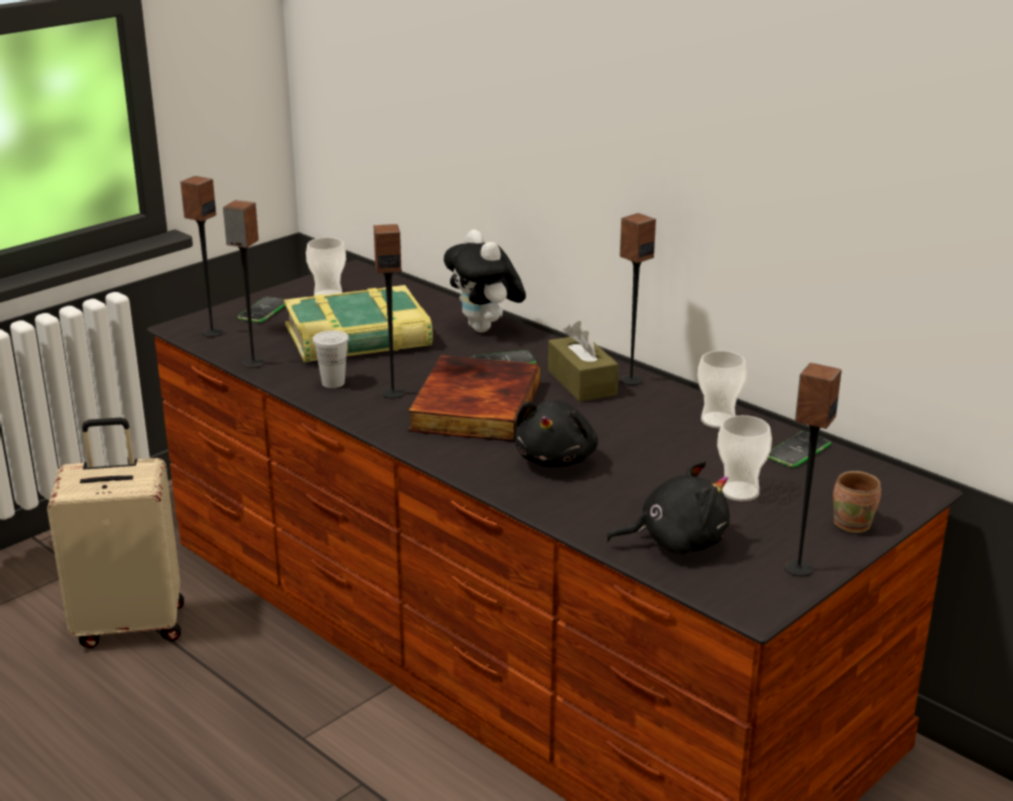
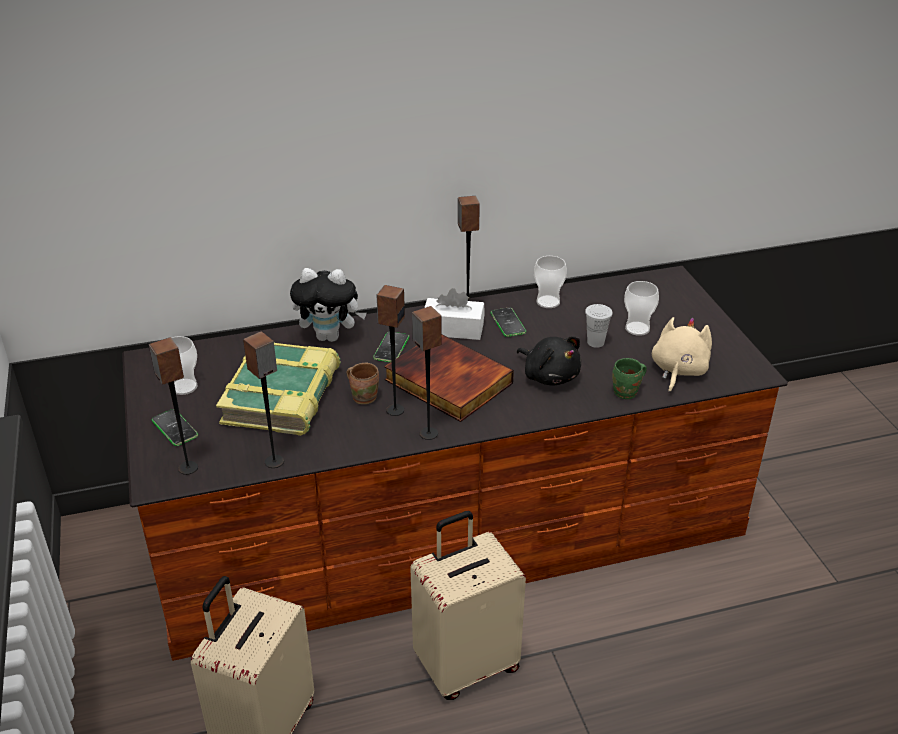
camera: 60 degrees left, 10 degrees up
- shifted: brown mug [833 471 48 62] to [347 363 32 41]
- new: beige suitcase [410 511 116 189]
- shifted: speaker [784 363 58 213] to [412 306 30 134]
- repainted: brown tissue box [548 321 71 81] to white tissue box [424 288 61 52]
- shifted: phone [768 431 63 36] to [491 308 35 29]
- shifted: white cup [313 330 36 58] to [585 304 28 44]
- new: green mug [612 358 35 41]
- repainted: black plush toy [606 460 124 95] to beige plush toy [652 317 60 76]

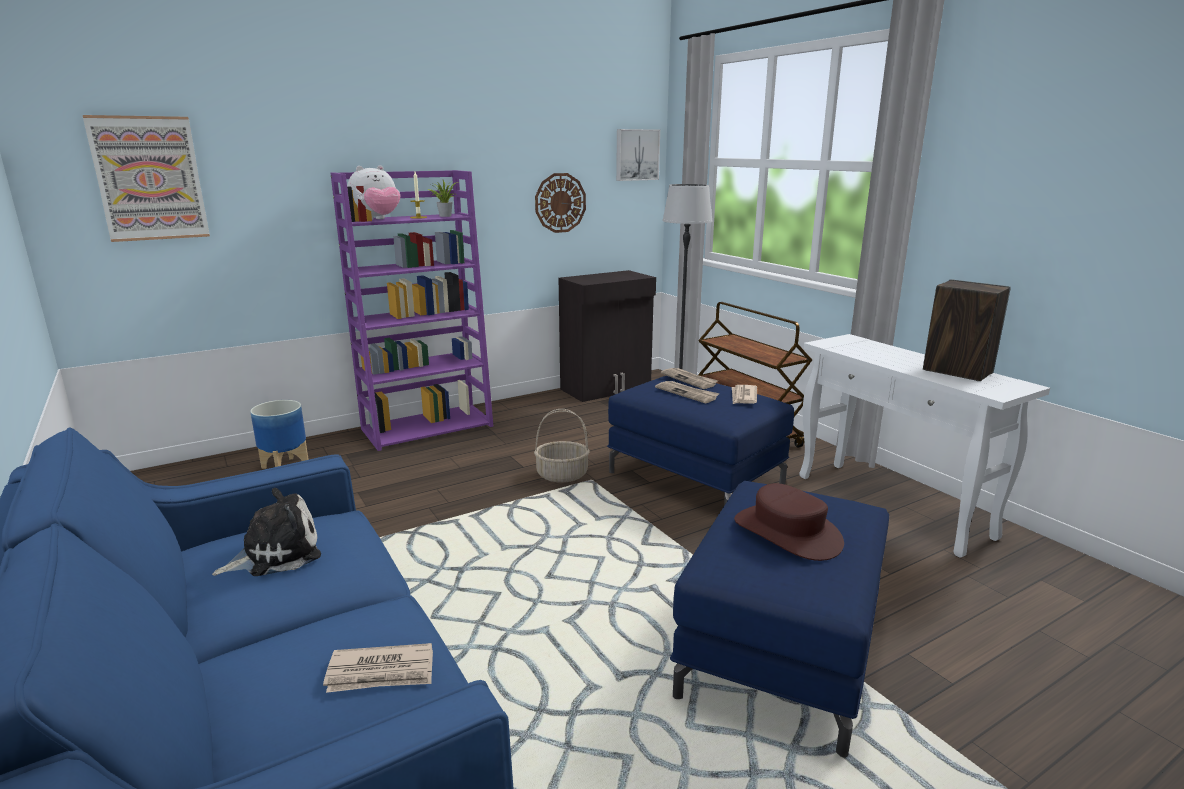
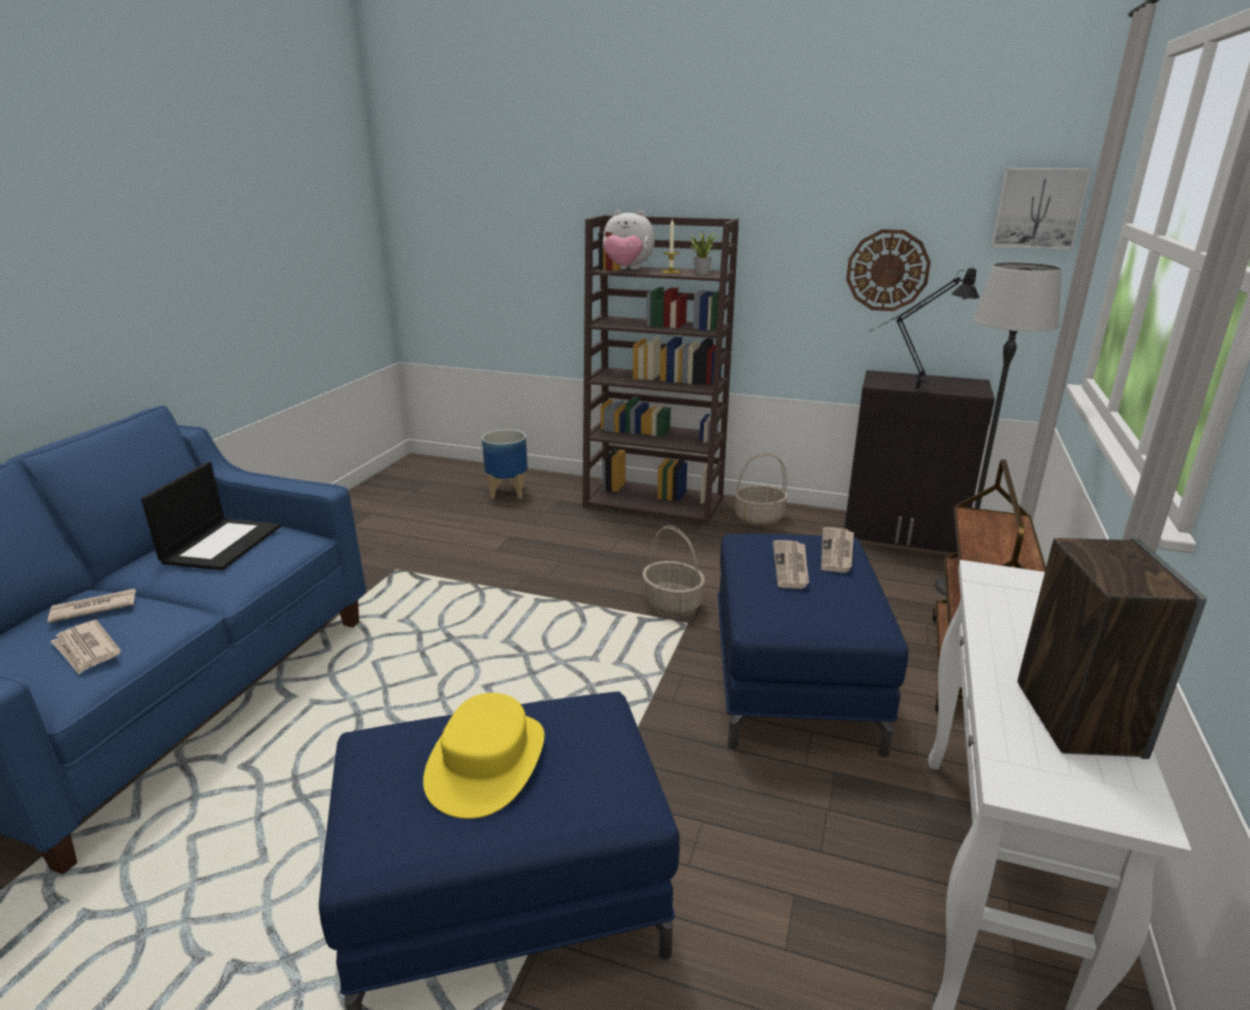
camera: 50 degrees right, 5 degrees up
- shifted: newspaper [732 385 25 19] to [48 589 88 34]
- swapped: plush toy [212 488 109 88] to laptop [141 462 140 108]
- repainted: brown hat [734 483 110 78] to yellow hat [423 693 121 126]
- repainted: purple bookcase [330 170 163 281] to brown bookcase [582 215 157 310]
- new: basket [734 453 54 72]
- new: black table lamp [869 267 111 122]
- gone: picture [83 115 127 127]

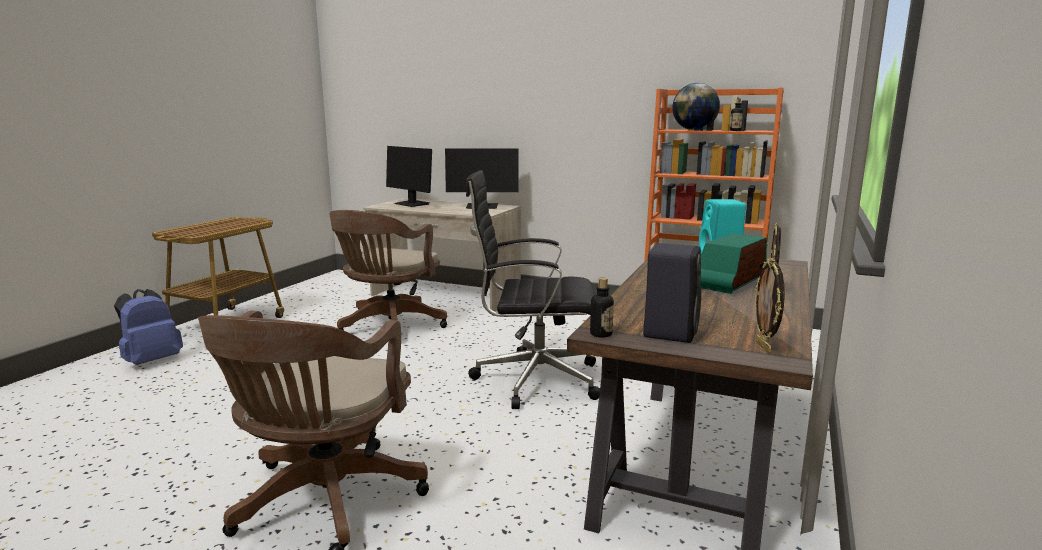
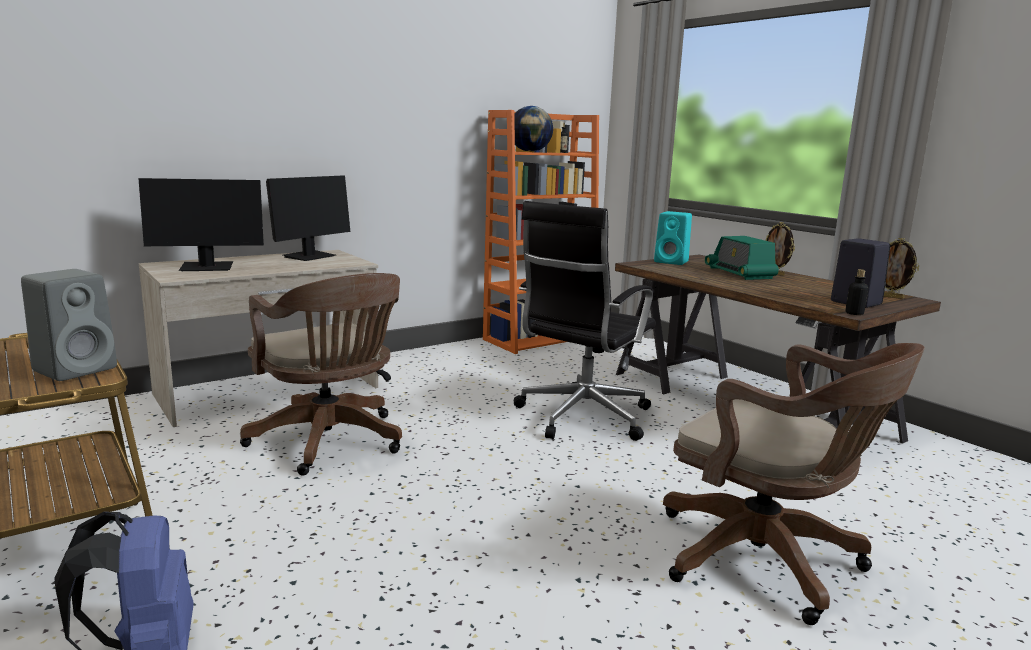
camera: 60 degrees left, 0 degrees up
- new: grey speaker [21 269 96 112]

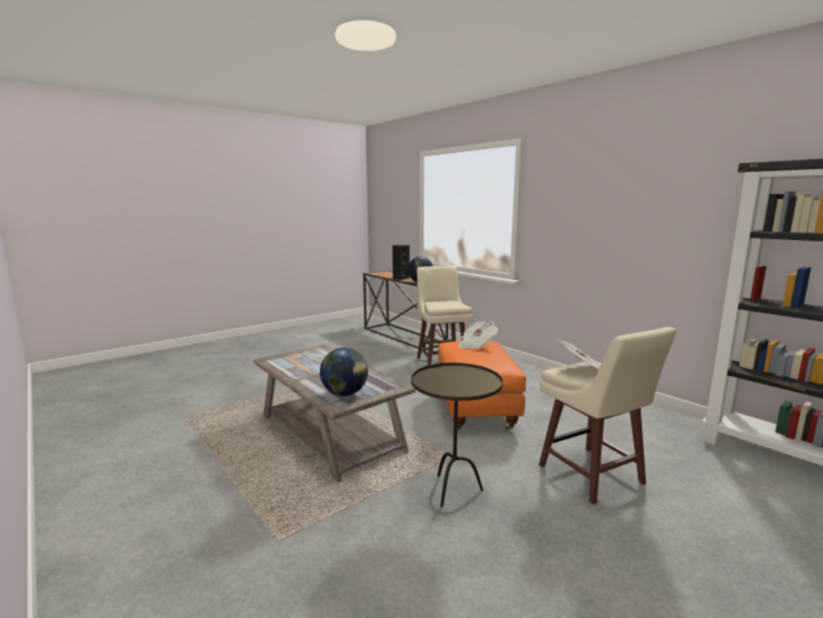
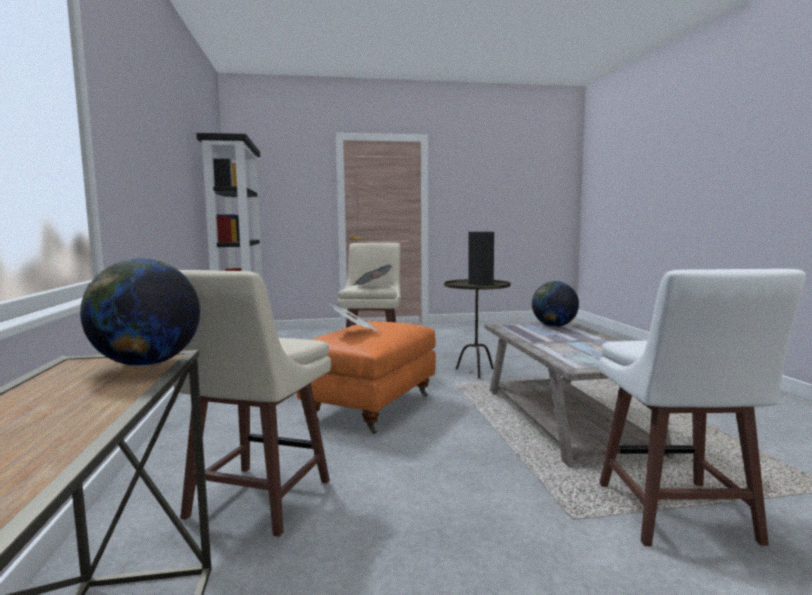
camera: 150 degrees left, 5 degrees down
- shifted: black speaker [392 245 18 35] to [468 232 26 54]
- new: white stool [599 269 207 277]

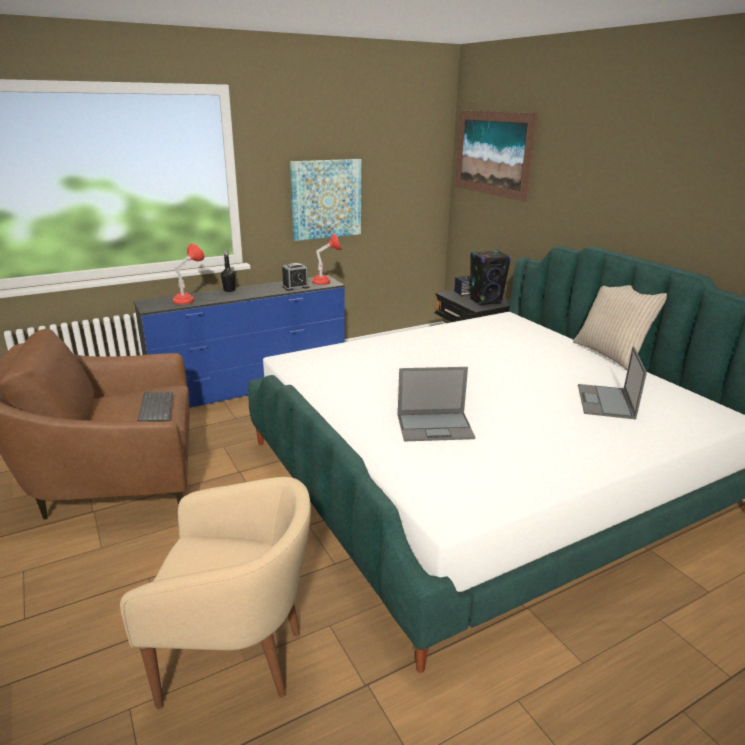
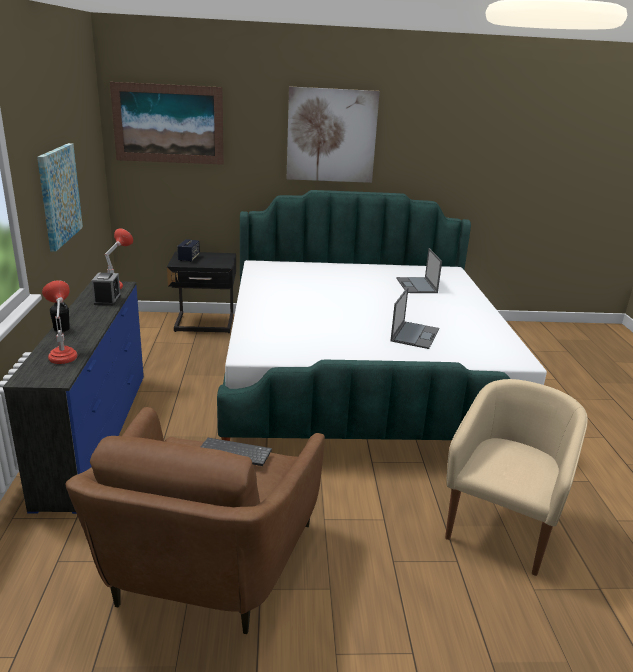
camera: 65 degrees left, 0 degrees up
- new: picture [287 86 93 97]
- rotated: laptop [578 347 69 72] = [396 248 46 45] 45 degrees clockwise
- gone: black speaker [470 250 41 56]
- gone: beige pillow [573 285 94 85]

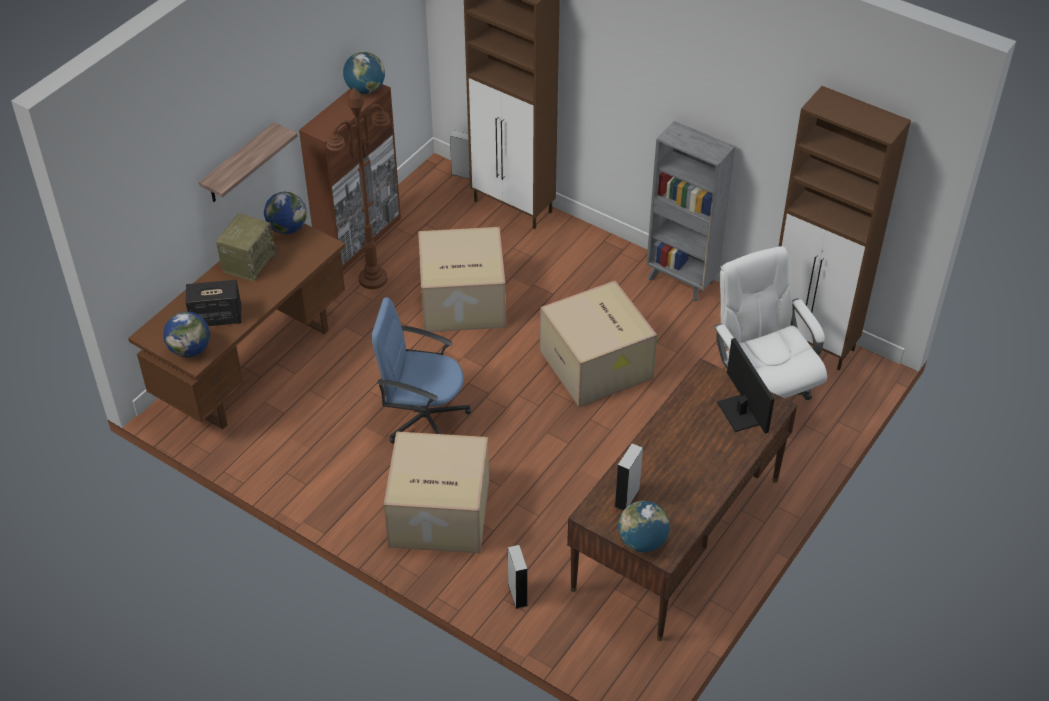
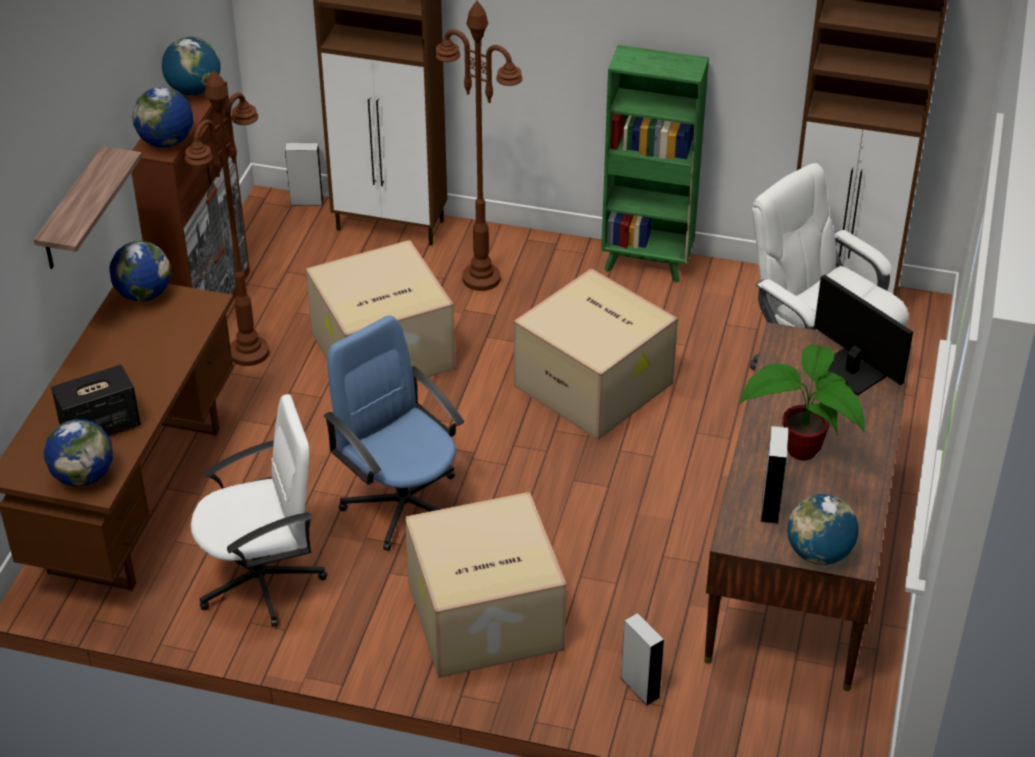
camera: 20 degrees left, 5 degrees down
- new: globe [132 87 61 61]
- new: white office chair [190 394 137 233]
- rotated: blue office chair [371 298 100 145] = [324 315 140 236] 60 degrees clockwise
- new: brown floor lamp [435 1 87 290]
- repainted: grey bookcase [646 121 89 181] to green bookcase [601 45 108 238]
- new: potted plant [740 344 125 117]
- gone: radio [216 213 61 69]

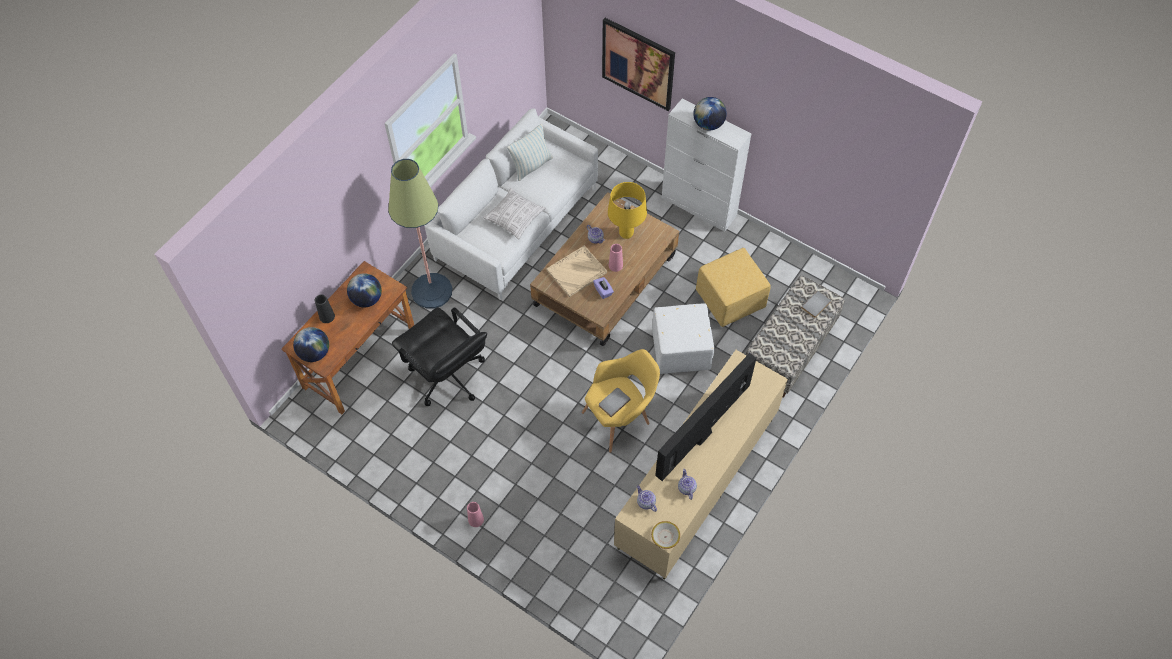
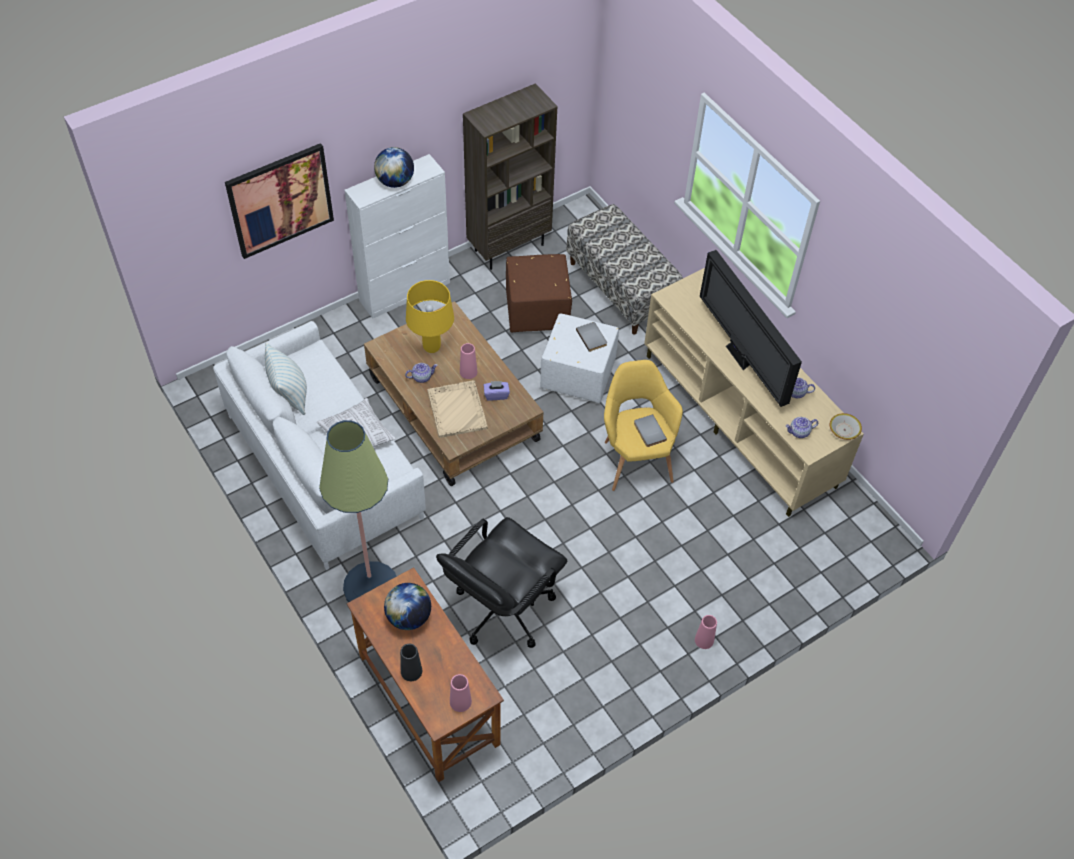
camera: 70 degrees left, 5 degrees down
- rotated: black office chair [392 307 95 99] = [436 517 131 131] 150 degrees clockwise
- swapped: globe [293 327 36 35] to pink vase [450 674 22 38]
- new: brown bookcase [463 83 94 187]
- repainted: yellow ottoman [696 248 75 79] to brown ottoman [506 254 66 78]
- shifted: grey book [801 291 30 27] to [576 322 31 30]

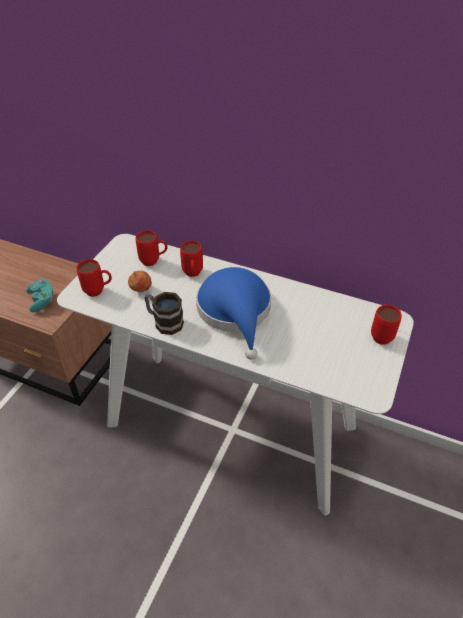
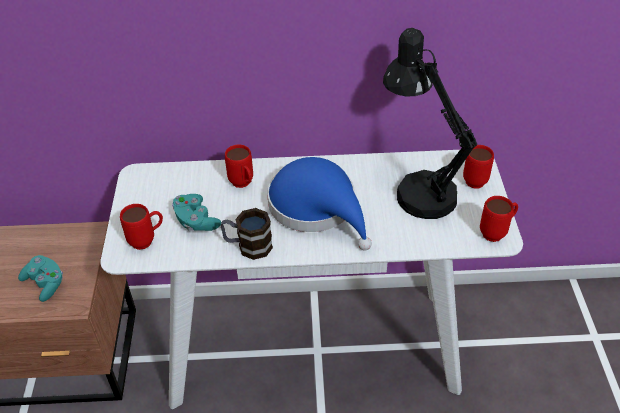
camera: 25 degrees left, 0 degrees up
- swapped: apple [128 271 24 21] to turquoise game controller [172 194 49 37]
- new: black table lamp [383 28 94 191]
- shifted: red mug [136 230 31 36] to [480 196 38 46]

